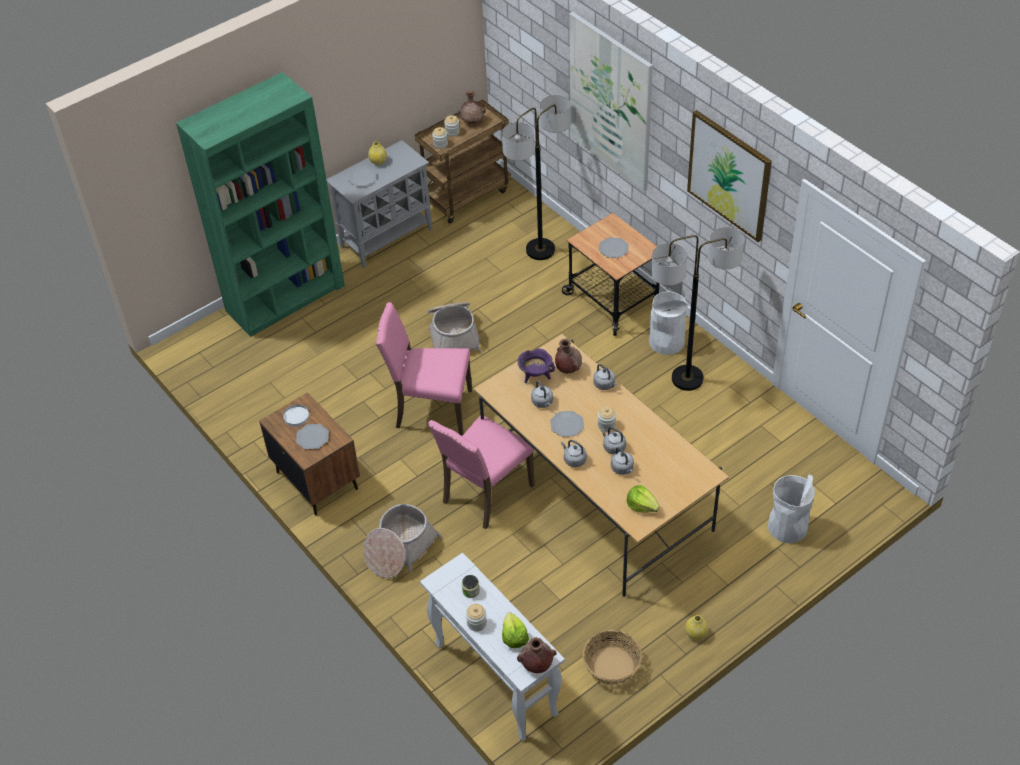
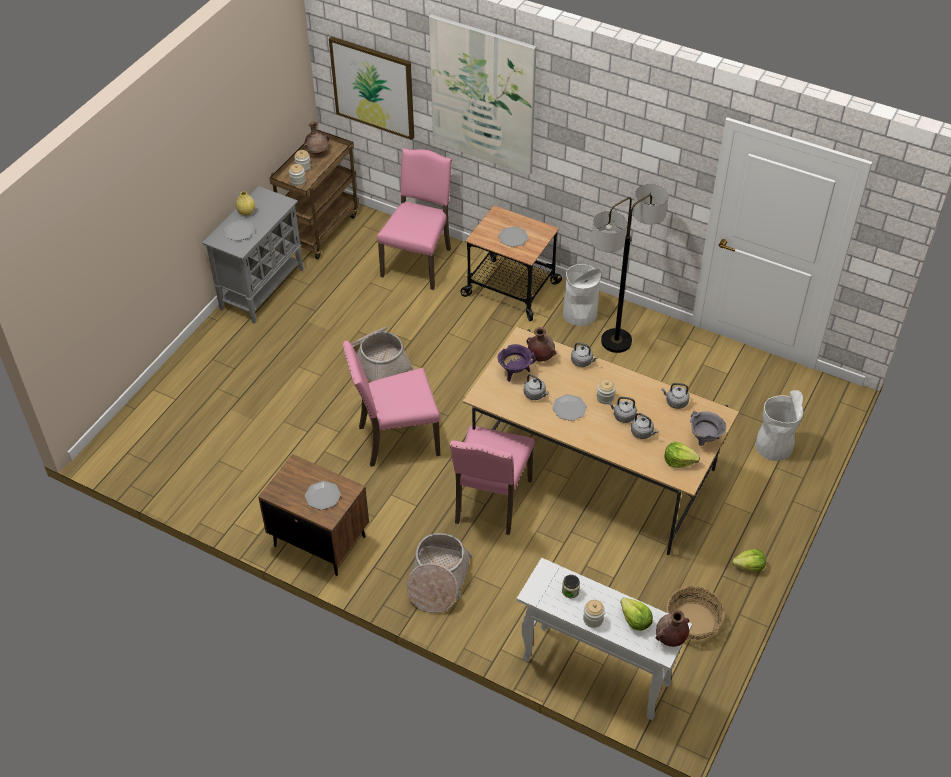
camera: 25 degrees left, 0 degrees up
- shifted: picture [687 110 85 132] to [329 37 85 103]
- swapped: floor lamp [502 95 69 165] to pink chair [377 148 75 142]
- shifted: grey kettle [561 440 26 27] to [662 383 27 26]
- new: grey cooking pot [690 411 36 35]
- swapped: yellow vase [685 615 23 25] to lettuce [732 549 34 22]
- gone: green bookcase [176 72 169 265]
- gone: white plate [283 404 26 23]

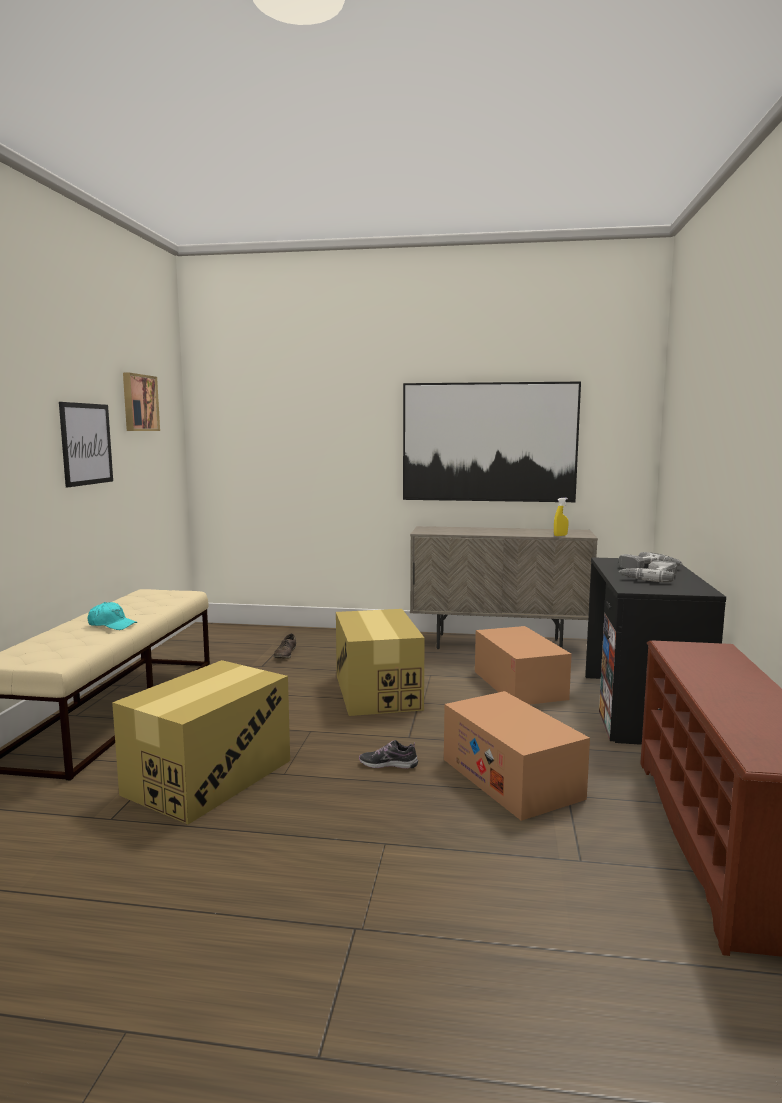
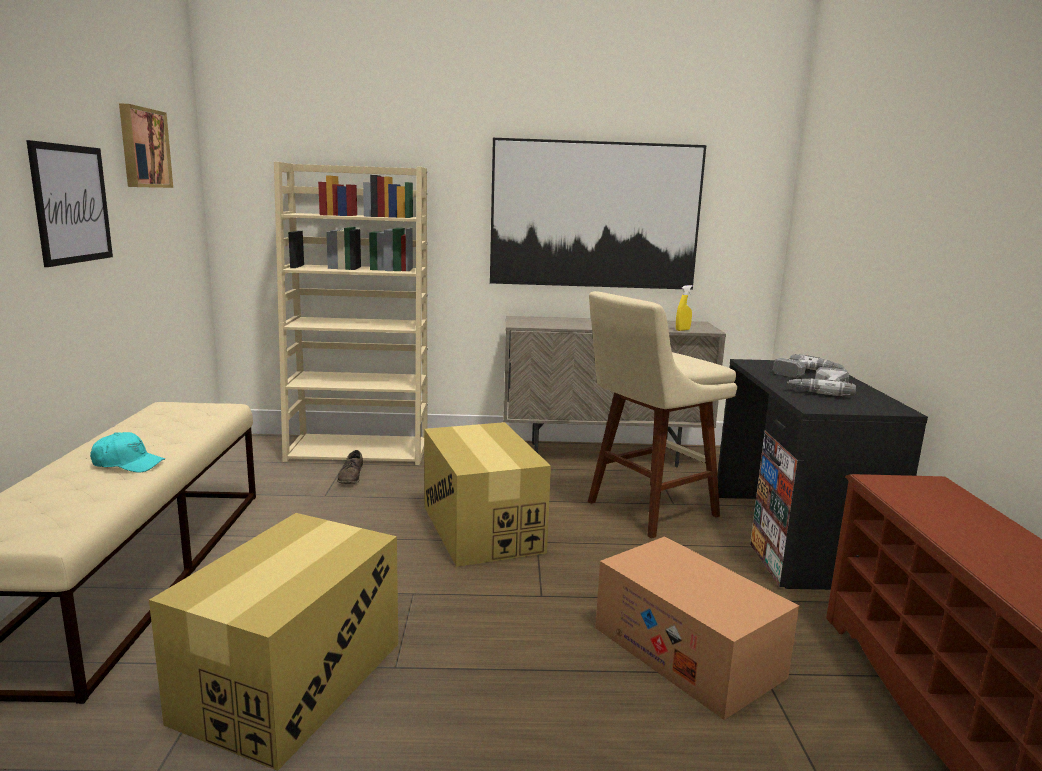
camera: 10 degrees left, 5 degrees up
- new: beige bookcase [274 162 154 303]
- swapped: cardboard box [475 626 97 79] to beige stool [588 291 149 248]
- gone: shoe [359 740 59 29]

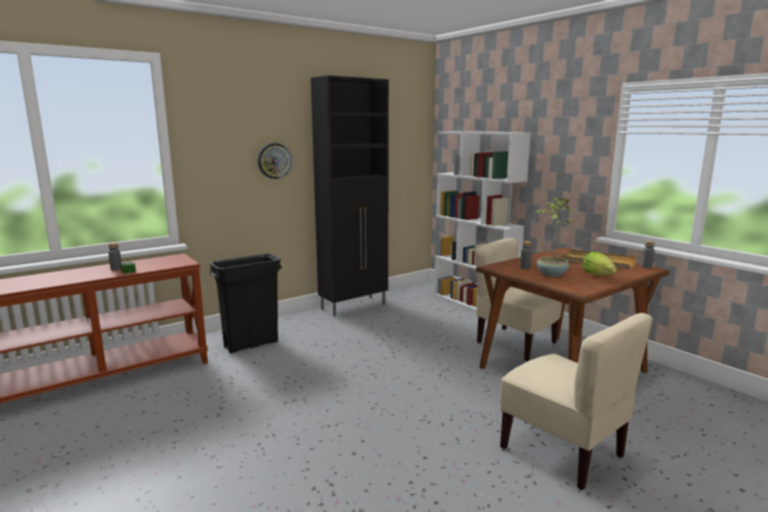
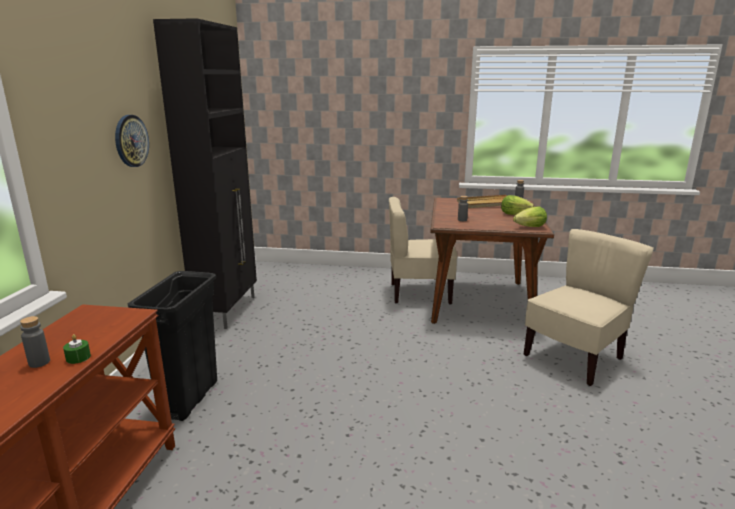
camera: 45 degrees left, 5 degrees up
- new: lettuce [513 206 34 21]
- rotated: beige chair [500 313 153 177] = [524 229 130 157] 45 degrees counterclockwise
- gone: white bookcase [434 131 97 180]
- gone: potted plant [534 198 39 79]

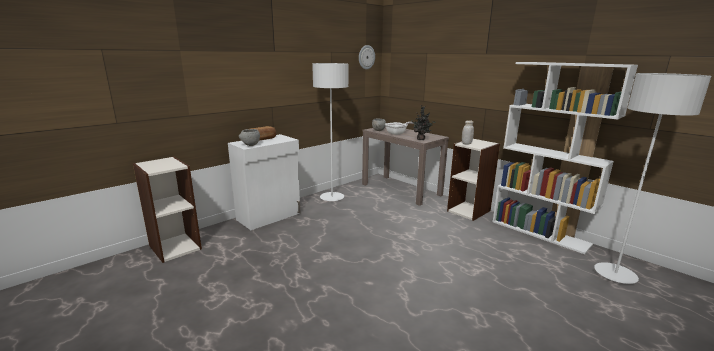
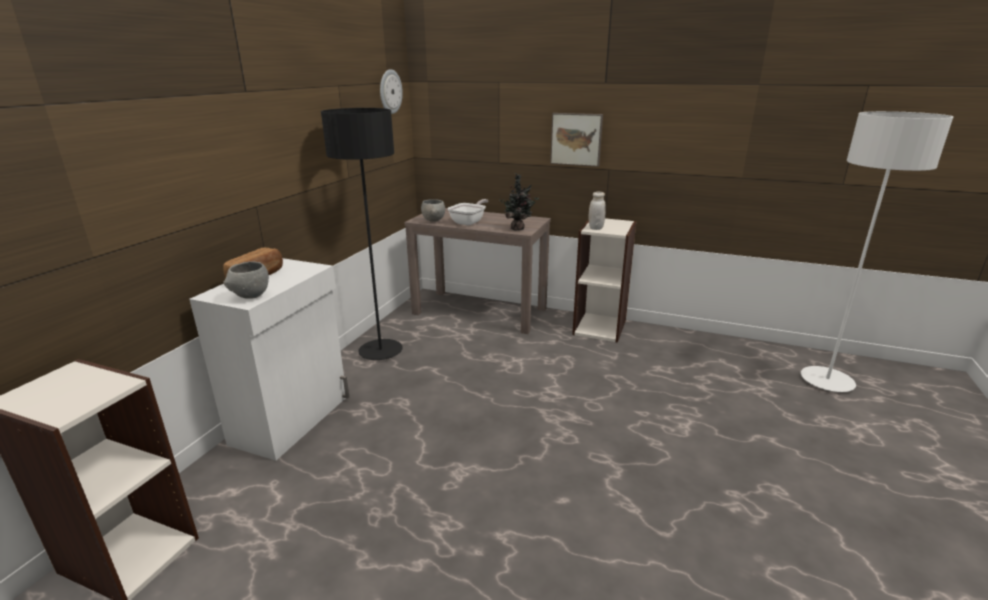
camera: 25 degrees left, 5 degrees up
- repainted: white floor lamp [312 63 36 138] to black floor lamp [321 108 82 252]
- new: picture [550 113 53 54]
- gone: white bookcase [493 62 145 192]

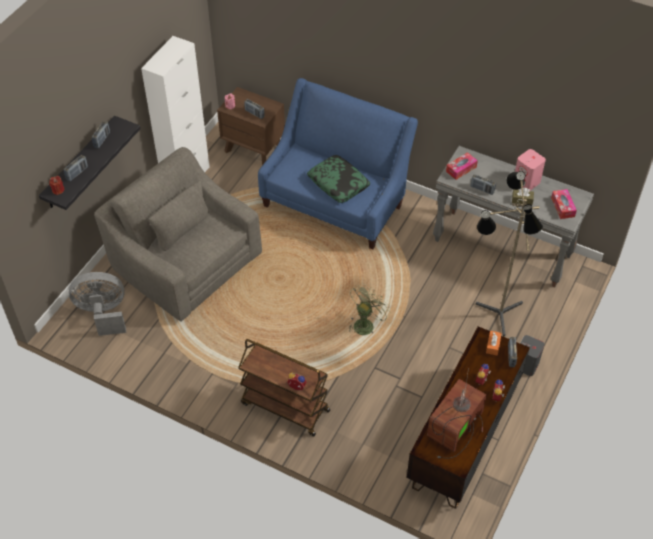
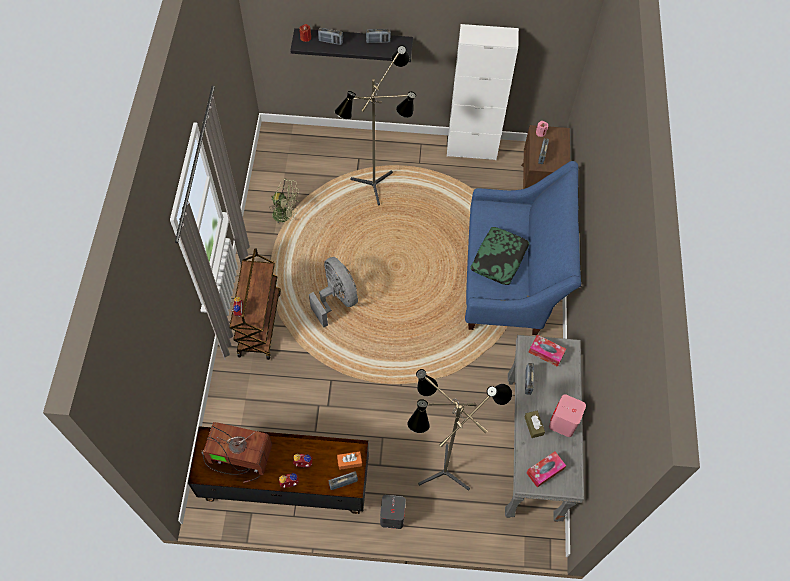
camera: 65 degrees right, 10 degrees up
- shifted: green fan [349 283 42 52] to [271 178 29 48]
- shifted: grey fan [69 272 57 64] to [309 257 49 71]
- swapped: grey armchair [94 147 168 175] to floor lamp [335 45 81 160]

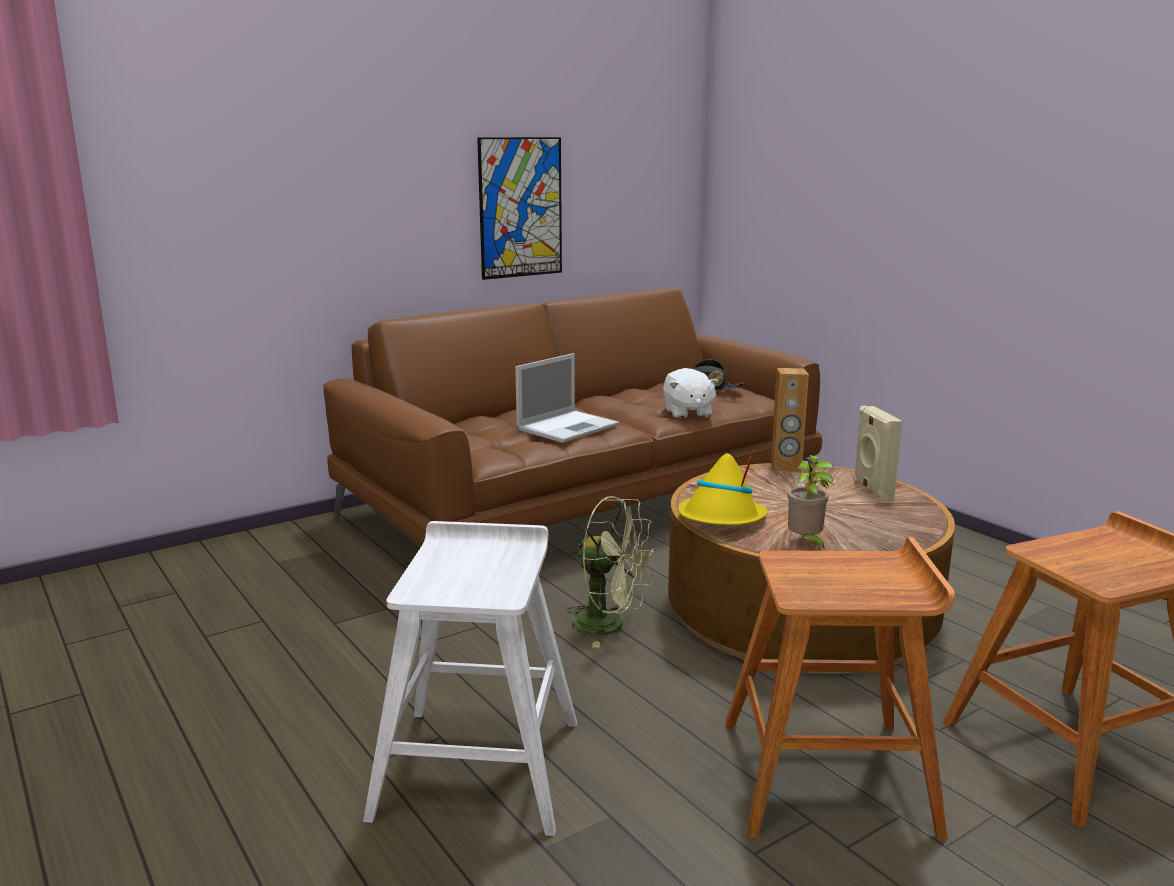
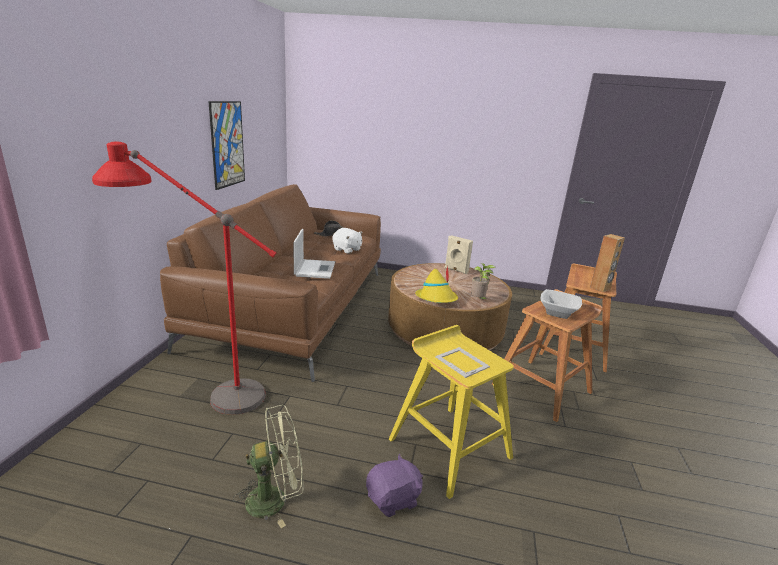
camera: 45 degrees left, 5 degrees up
- new: red floor lamp [92 142 185 273]
- shifted: green fan [567 496 89 152] to [233 405 70 123]
- new: purple plush toy [366 453 57 64]
- repainted: white stool [363 521 214 315] to yellow stool [389 325 125 174]
- new: picture frame [435 347 55 31]
- new: bowl [540 289 42 30]
- shifted: brown speaker [771 368 38 104] to [590 234 35 58]

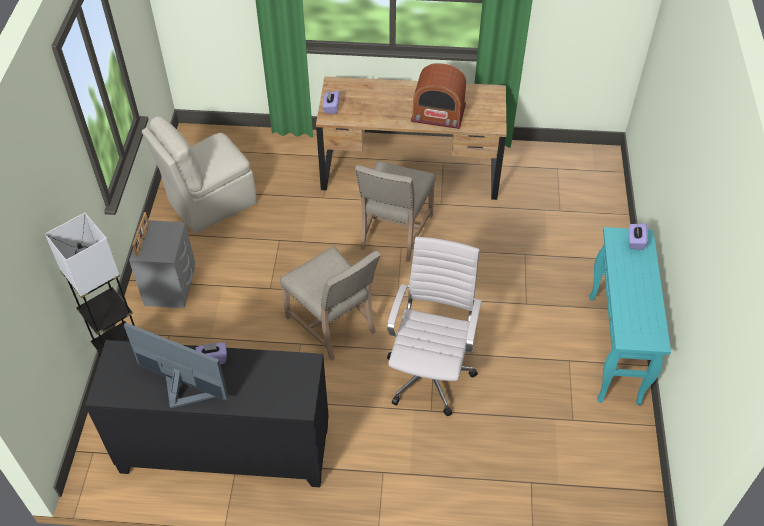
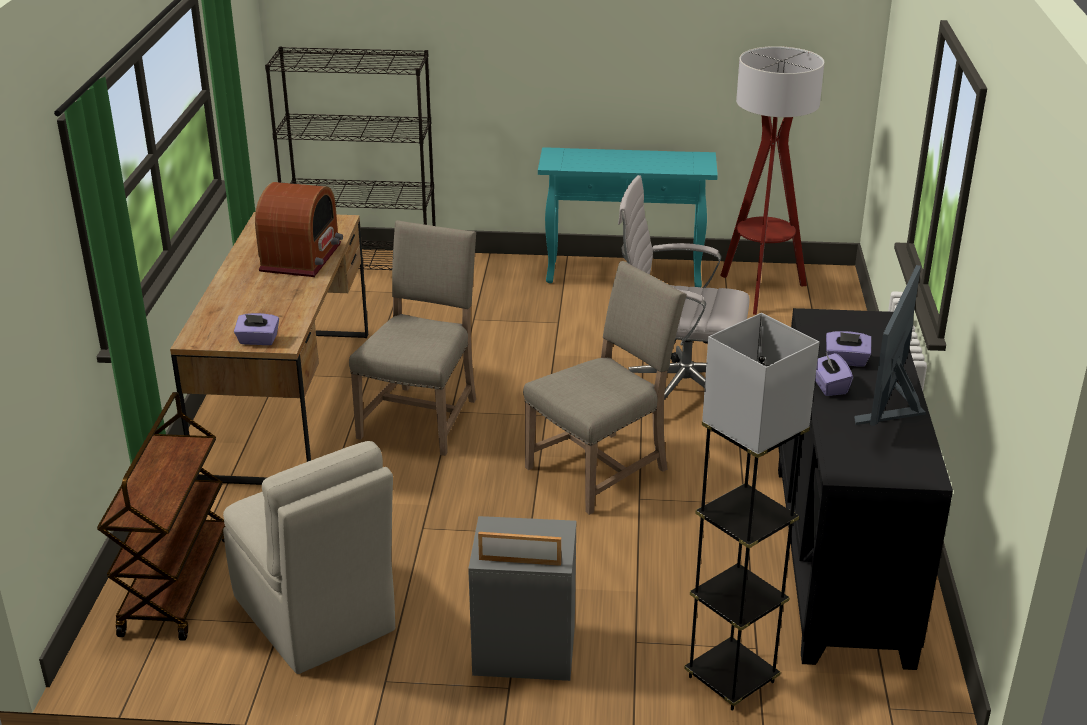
camera: 90 degrees left, 20 degrees down
- new: brown cart [97 392 128 249]
- new: black bookcase [265 46 171 224]
- rotated: beige chair [355 161 81 101] = [349 220 127 236] 90 degrees counterclockwise
- new: floor lamp [720 46 105 269]
- shifted: purple tissue box [629 223 19 27] to [826 331 45 36]

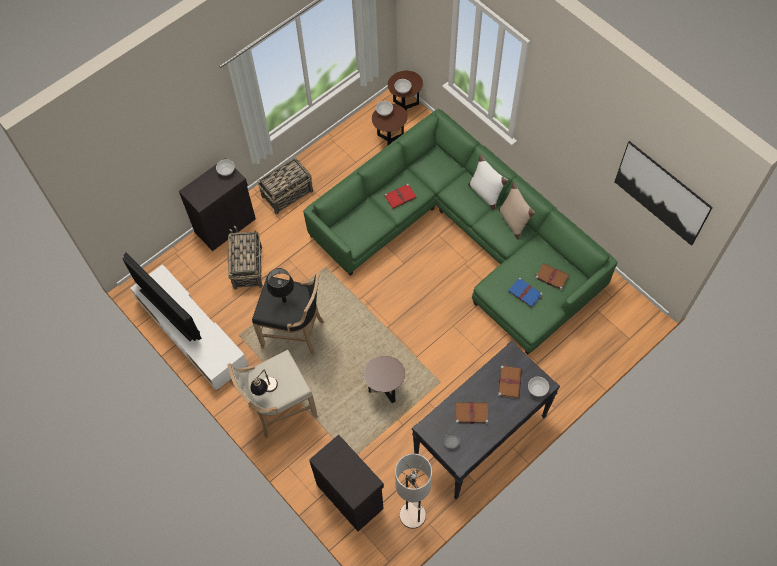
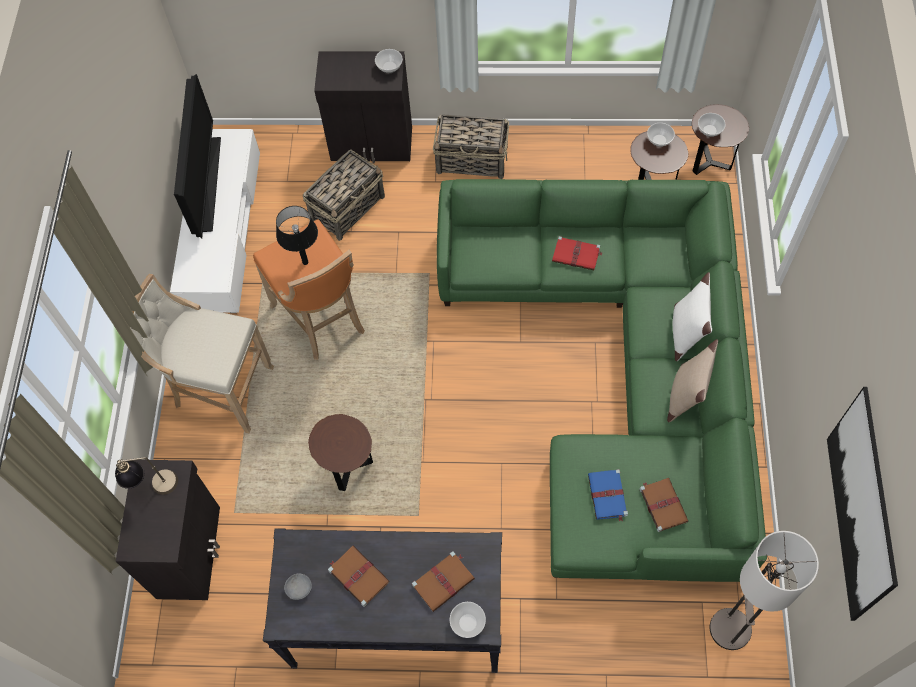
camera: 45 degrees right, 0 degrees up
- shifted: table lamp [250 369 28 27] to [115 457 63 38]
- repainted: black stool [252 271 72 84] to orange stool [253 219 112 141]
- shifted: floor lamp [395 454 37 75] to [710 531 109 119]

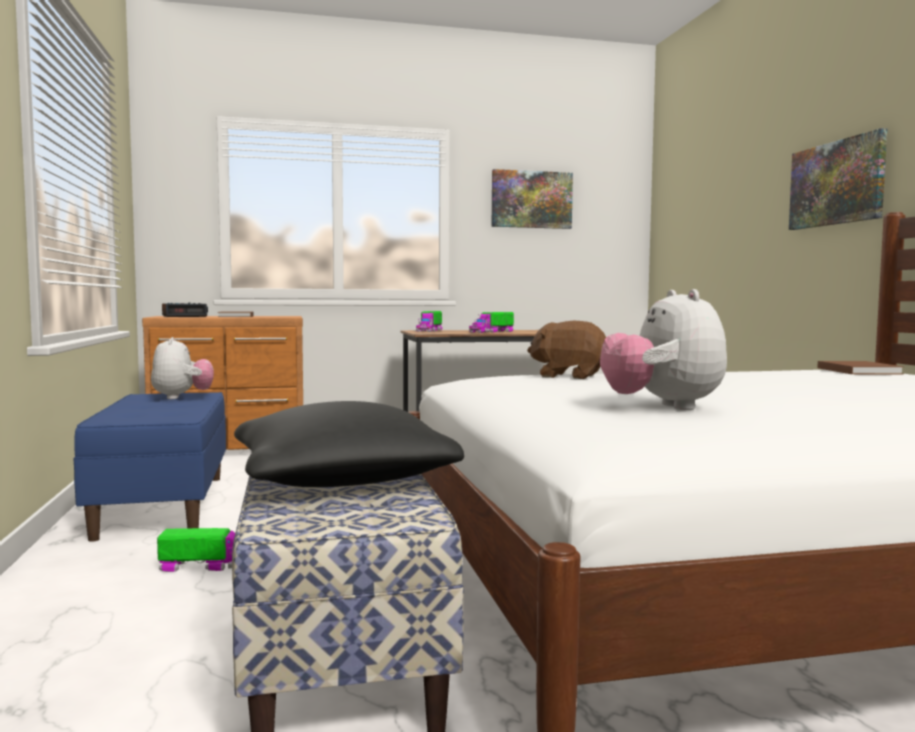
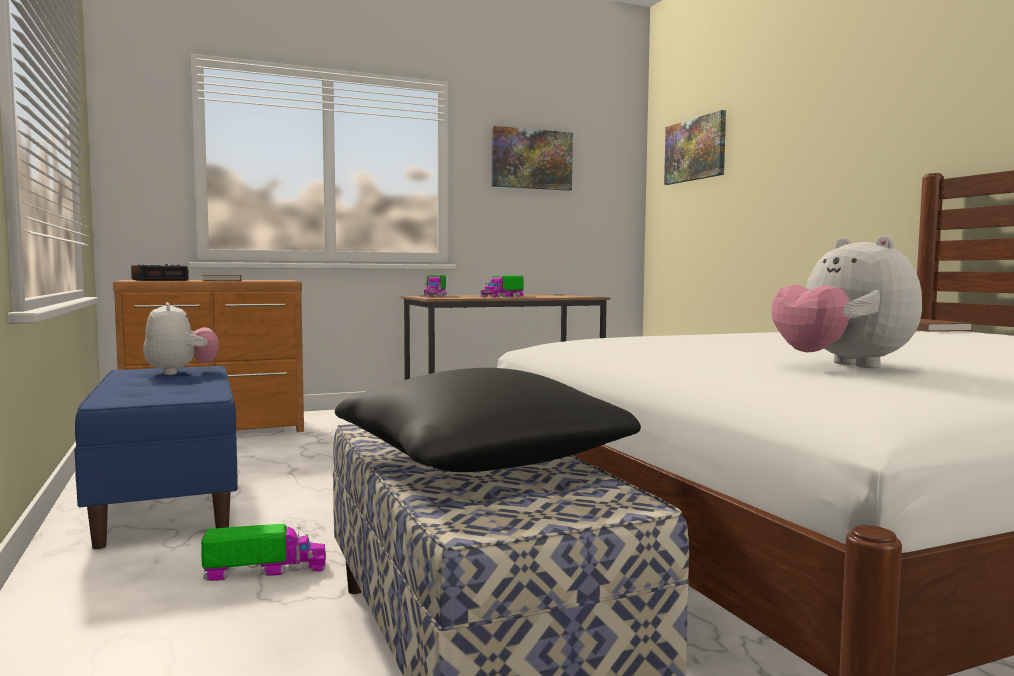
camera: 10 degrees left, 0 degrees up
- shifted: picture [789 128 98 102] to [664 110 62 75]
- gone: brown plush toy [527 321 79 58]

